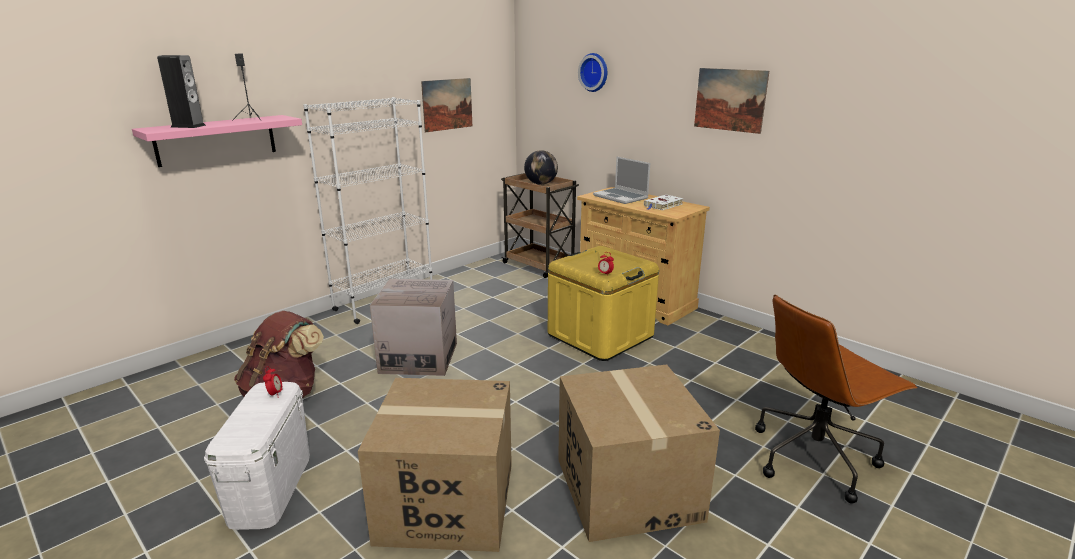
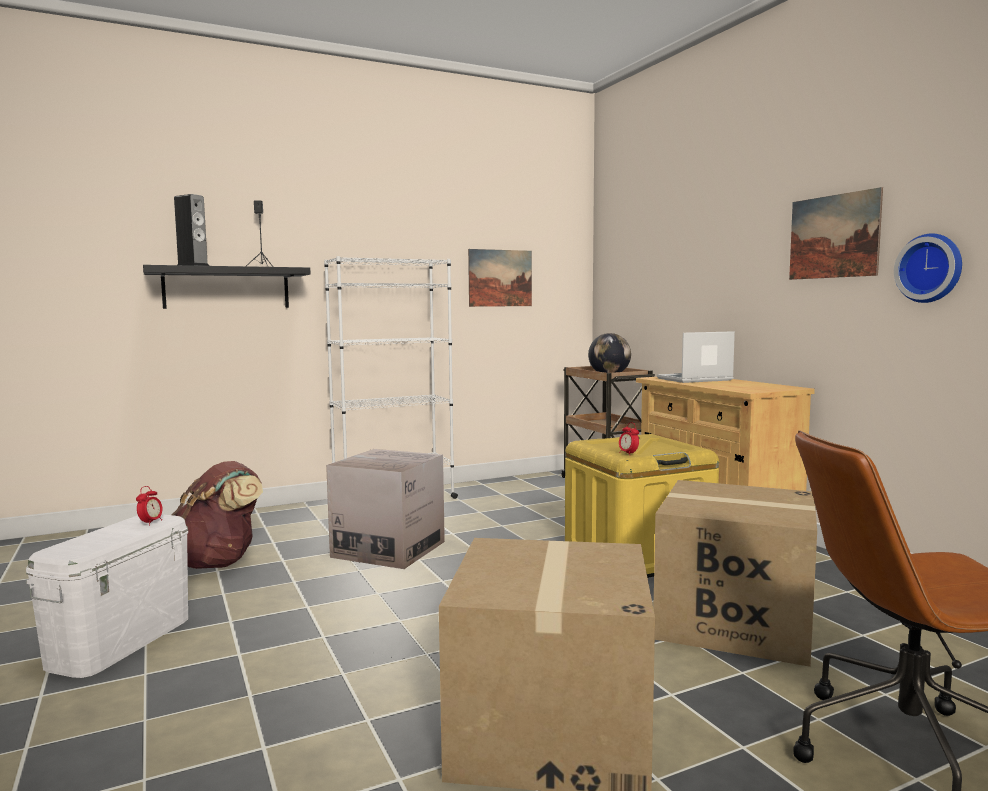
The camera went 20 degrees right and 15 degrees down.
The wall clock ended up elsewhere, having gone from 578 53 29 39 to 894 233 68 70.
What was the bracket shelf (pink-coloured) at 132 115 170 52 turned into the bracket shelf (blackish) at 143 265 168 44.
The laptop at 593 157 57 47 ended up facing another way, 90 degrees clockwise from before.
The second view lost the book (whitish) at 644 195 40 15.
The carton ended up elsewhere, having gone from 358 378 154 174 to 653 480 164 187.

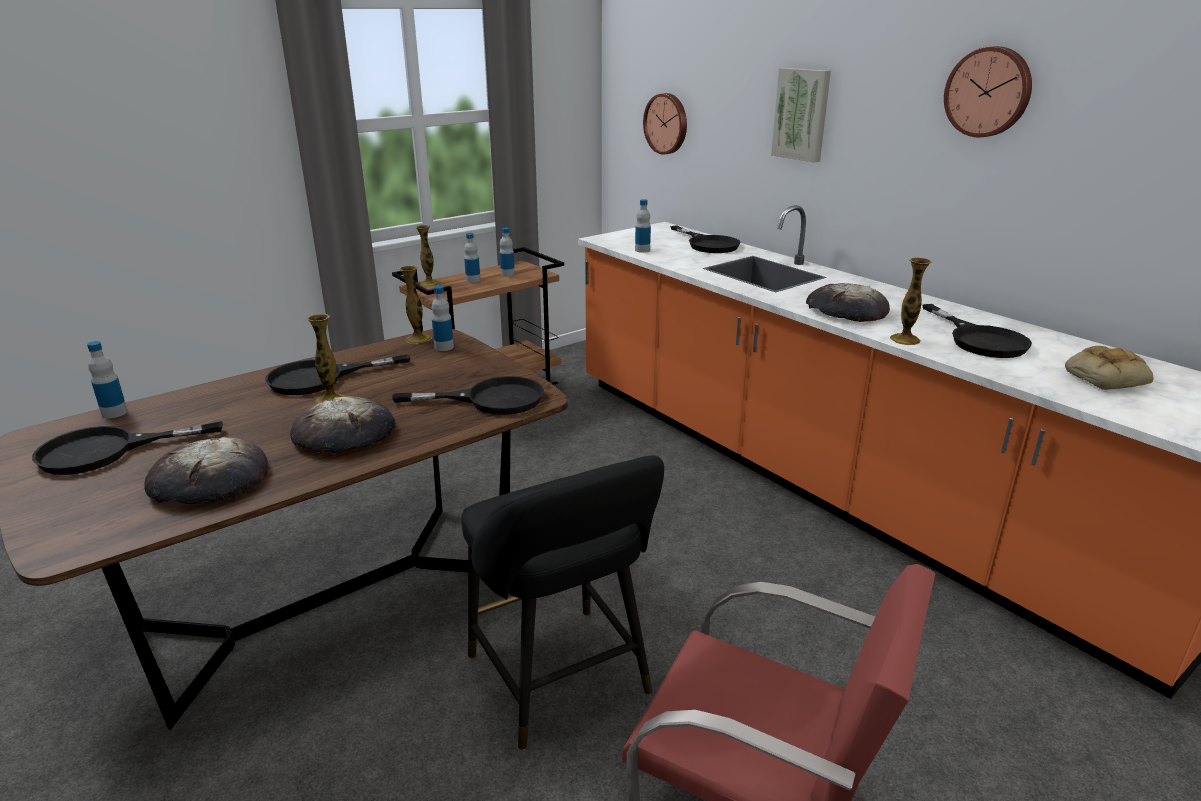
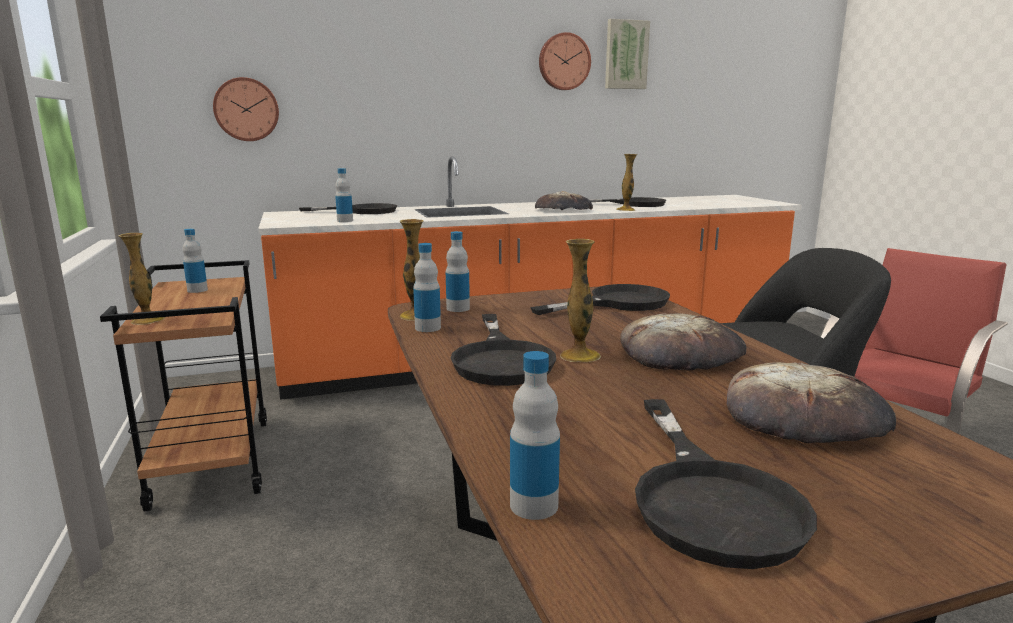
The camera went 70 degrees left and 10 degrees down.
The wall picture ended up elsewhere, having gone from 771 68 60 95 to 605 19 45 70.
The drink bottle ended up elsewhere, having gone from 464 233 16 50 to 413 243 28 89.
The second view lost the bakery bread at 1065 346 88 44.
The pan (blackish) at 392 376 152 39 ended up facing another way, 45 degrees clockwise from before.

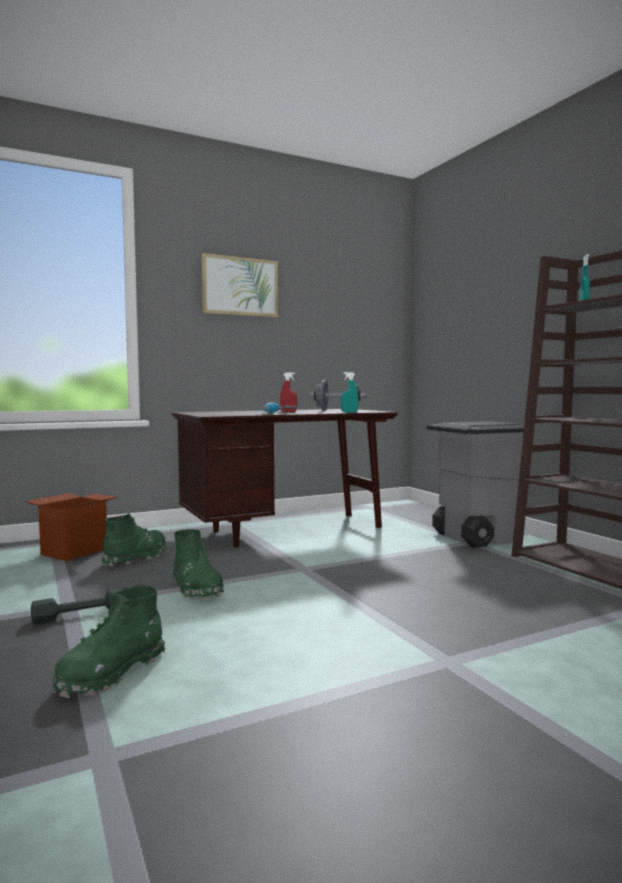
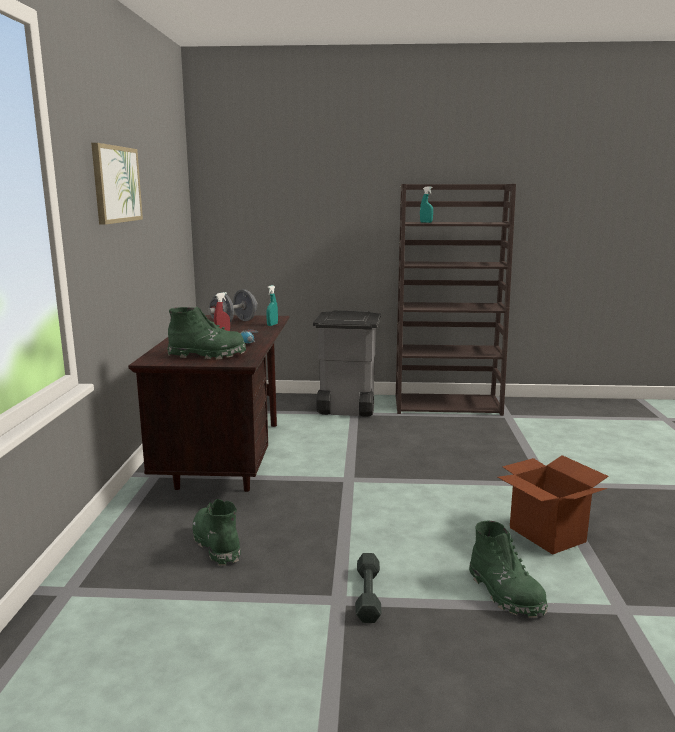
The camera went 60 degrees left and 10 degrees up.
The carton ended up elsewhere, having gone from 25 493 92 68 to 497 455 112 100.
The high-top boot (green-coloured) ended up elsewhere, having gone from 173 529 51 70 to 167 307 79 52.

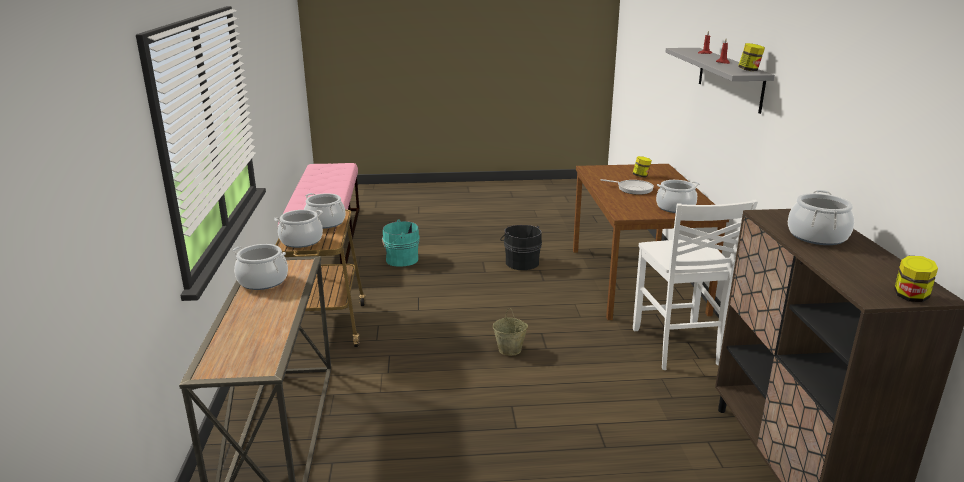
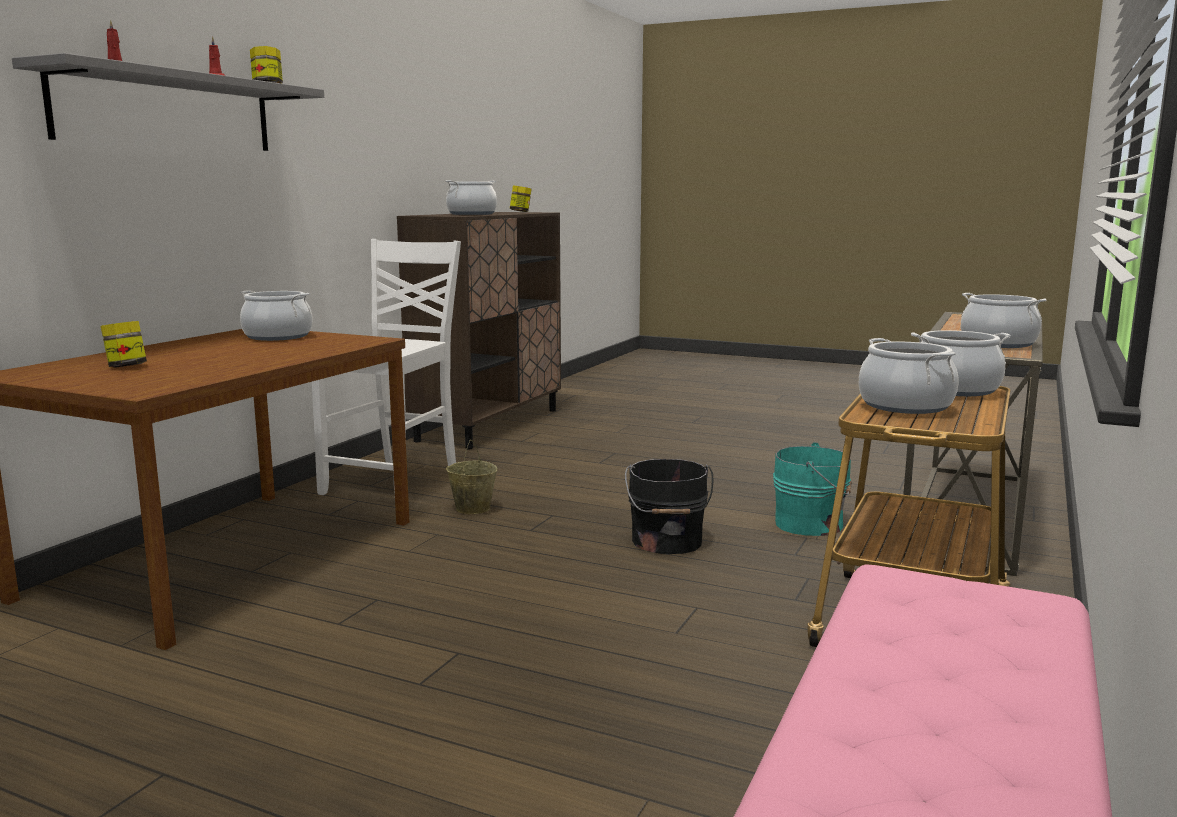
The camera went 150 degrees left and 10 degrees down.
The second view lost the pan at 601 179 53 16.
The water bucket (turquoise) ended up elsewhere, having gone from 382 219 38 48 to 773 442 79 94.
The water bucket (blackish) ended up elsewhere, having gone from 501 225 41 45 to 625 459 89 95.
The water bucket (beige-coloured) ended up elsewhere, having gone from 493 308 35 48 to 446 439 51 75.

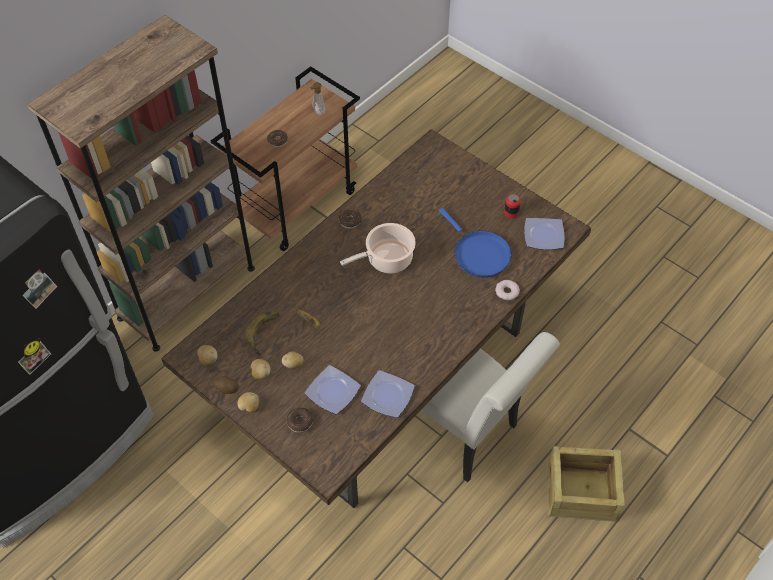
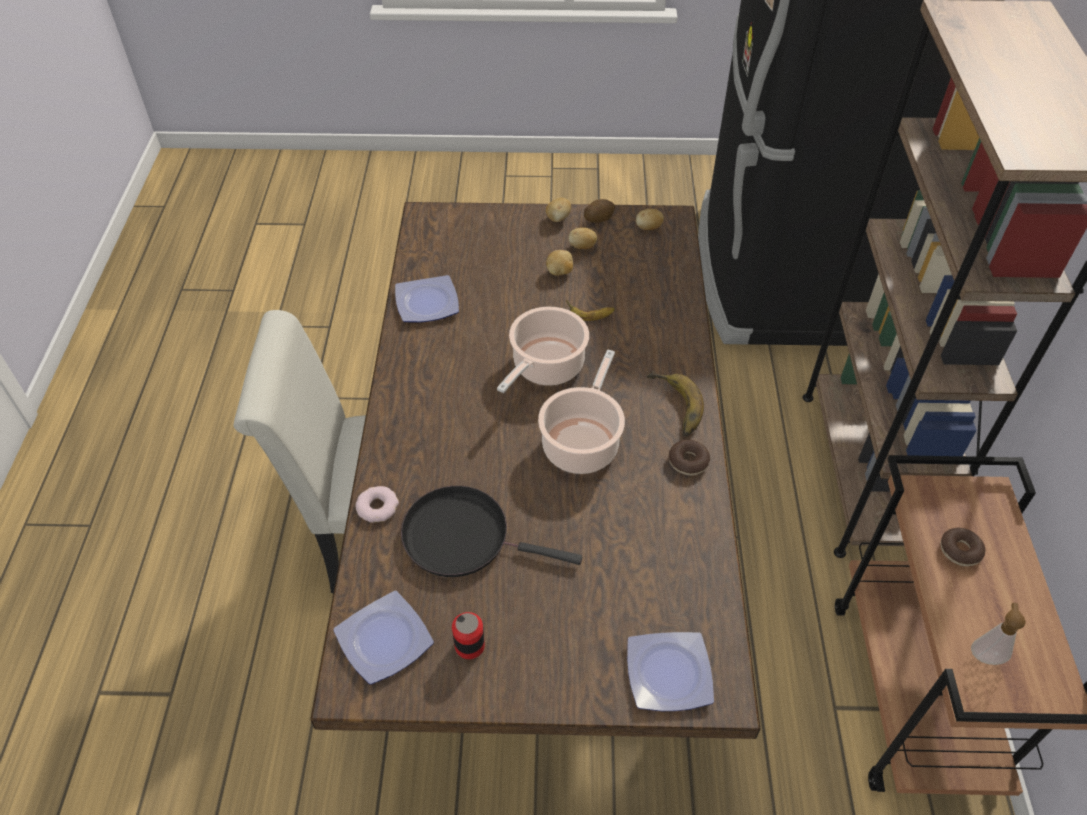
The camera went 140 degrees right and 5 degrees down.
What was the pan (bluish) at 439 208 73 70 turned into the pan (blackish) at 401 486 181 91.
The banana ended up elsewhere, having gone from 244 311 35 44 to 646 371 58 66.
The dinner plate ended up elsewhere, having gone from 305 365 56 49 to 627 632 87 79.
The second view lost the doughnut at 286 408 27 24.
The second view lost the shipping crate at 548 446 76 76.
The second view gained the cooking pot at 497 306 92 87.

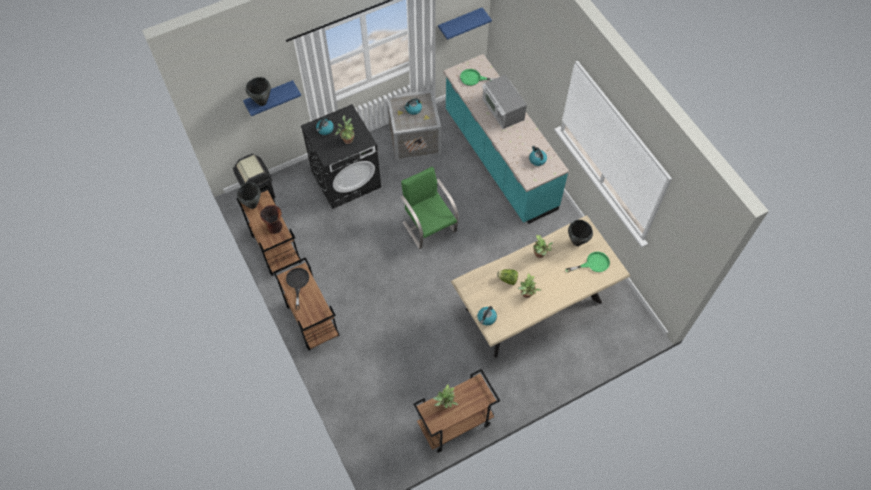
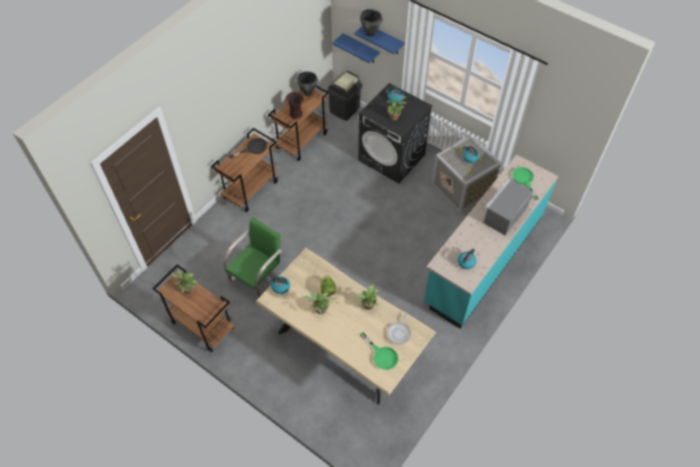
The camera went 65 degrees right and 5 degrees down.
The bracket shelf (bluish) ended up elsewhere, having gone from 438 7 54 33 to 332 33 48 30.
The chair (green-coloured) ended up elsewhere, having gone from 401 167 58 82 to 223 217 59 80.
Where the cooking pot (blackish) stood at 568 220 25 26, the pan came to stand at 387 312 24 32.

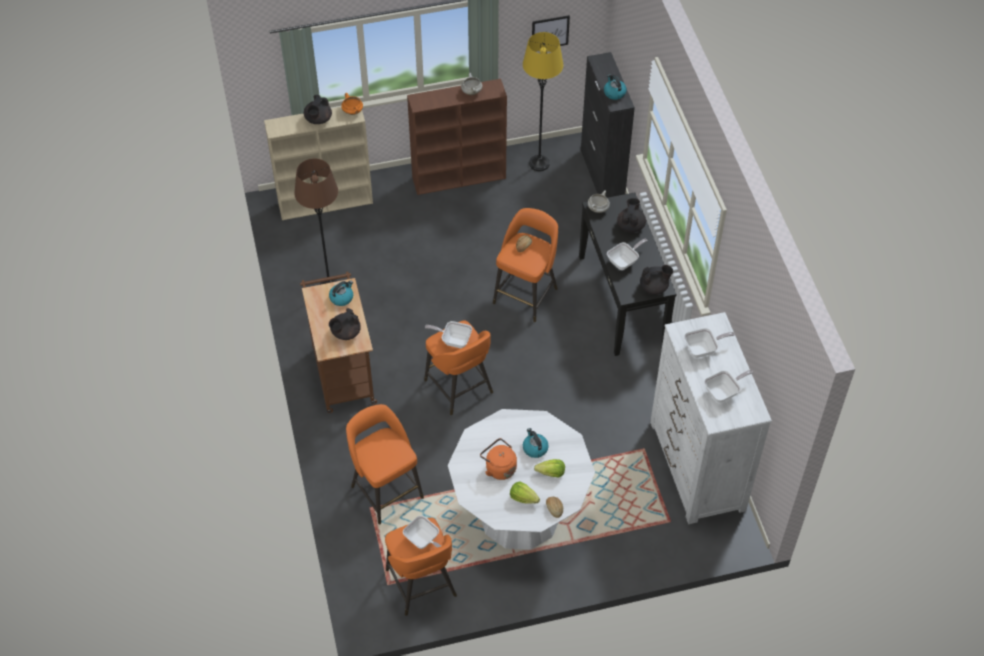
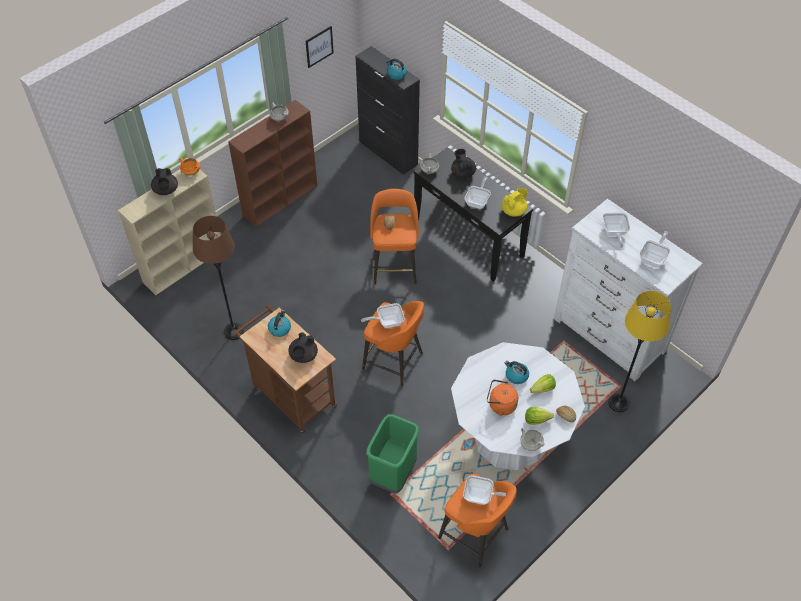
The camera went 30 degrees left and 0 degrees up.
The floor lamp (yellowish) ended up elsewhere, having gone from 523 32 40 139 to 608 291 63 121.
What was the tea pot (blackish) at 640 265 33 30 turned into the tea pot (yellowish) at 502 188 26 29.
The pan at 684 328 51 30 ended up facing another way, 135 degrees clockwise from before.
Where the stool seat (orangey) stood at 346 404 78 120, the waste bin (green-coloured) came to stand at 366 414 53 79.
The second view gained the cooking pot (whitish) at 520 427 25 24.

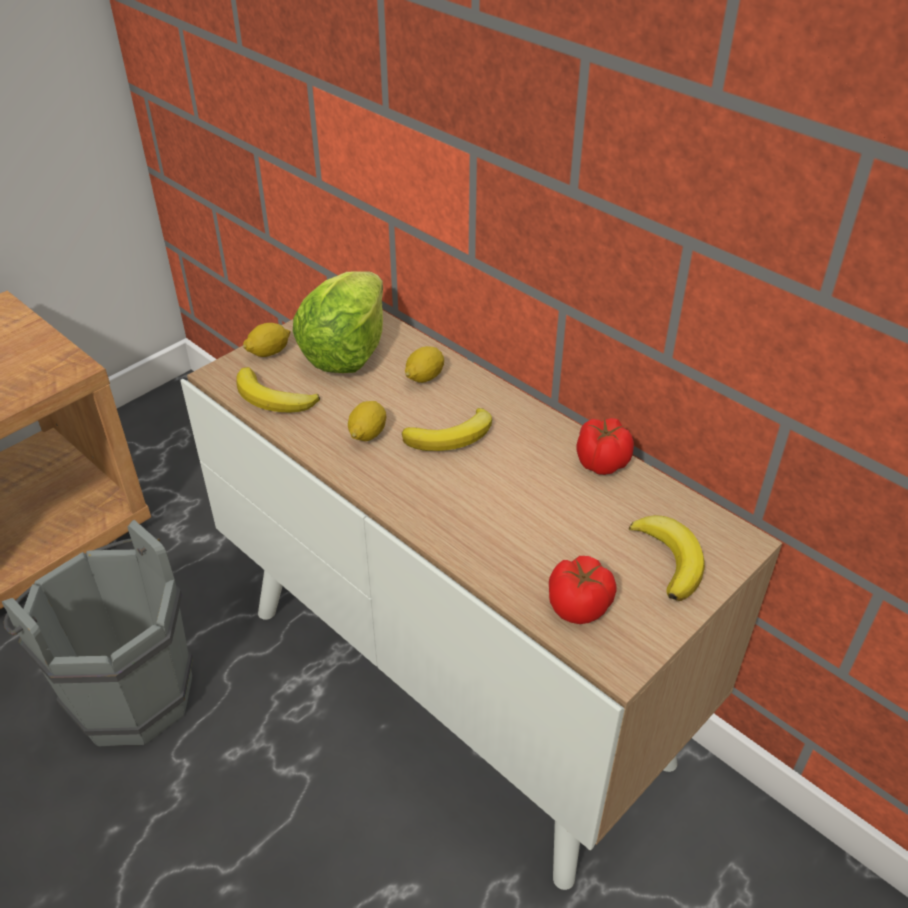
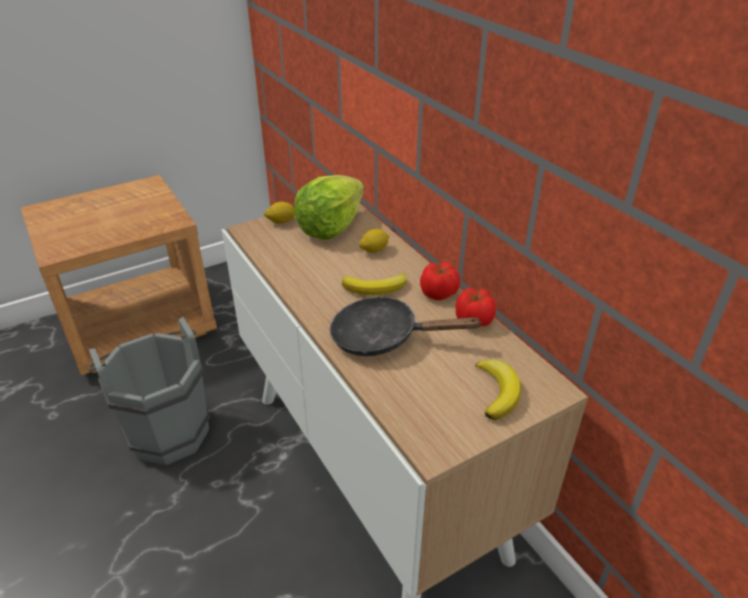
The camera went 15 degrees right and 5 degrees down.
The second view lost the banana at 236 367 84 45.
The second view lost the whole lemon at 348 401 39 40.
The fresh tomato ended up elsewhere, having gone from 549 556 67 68 to 420 262 40 38.
The second view gained the pan (blackish) at 330 296 152 60.

